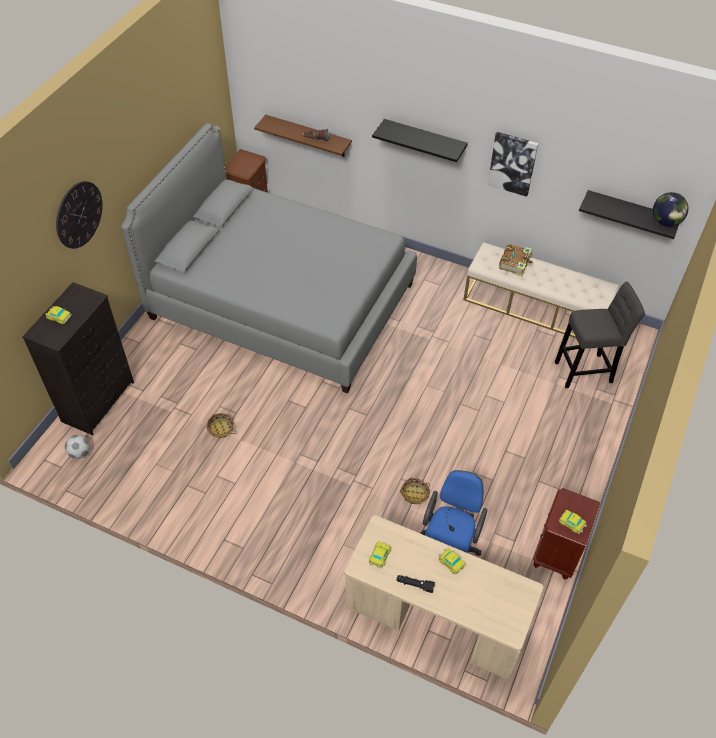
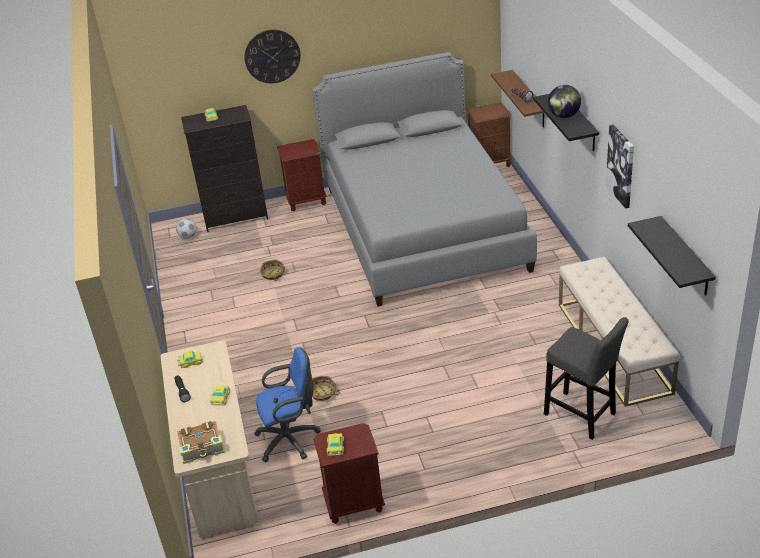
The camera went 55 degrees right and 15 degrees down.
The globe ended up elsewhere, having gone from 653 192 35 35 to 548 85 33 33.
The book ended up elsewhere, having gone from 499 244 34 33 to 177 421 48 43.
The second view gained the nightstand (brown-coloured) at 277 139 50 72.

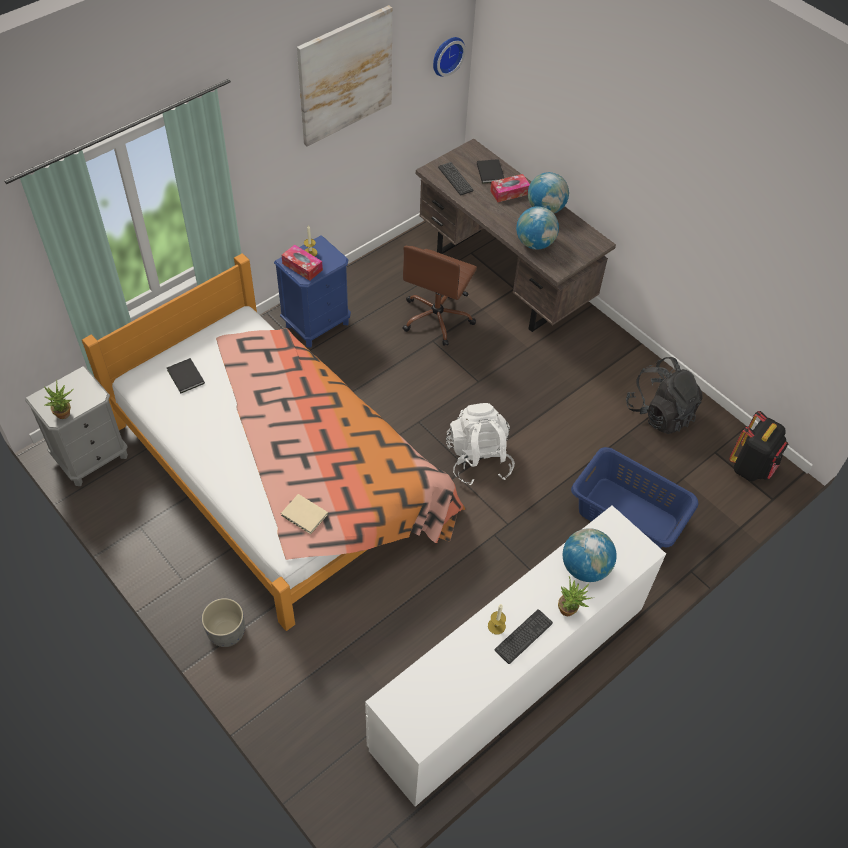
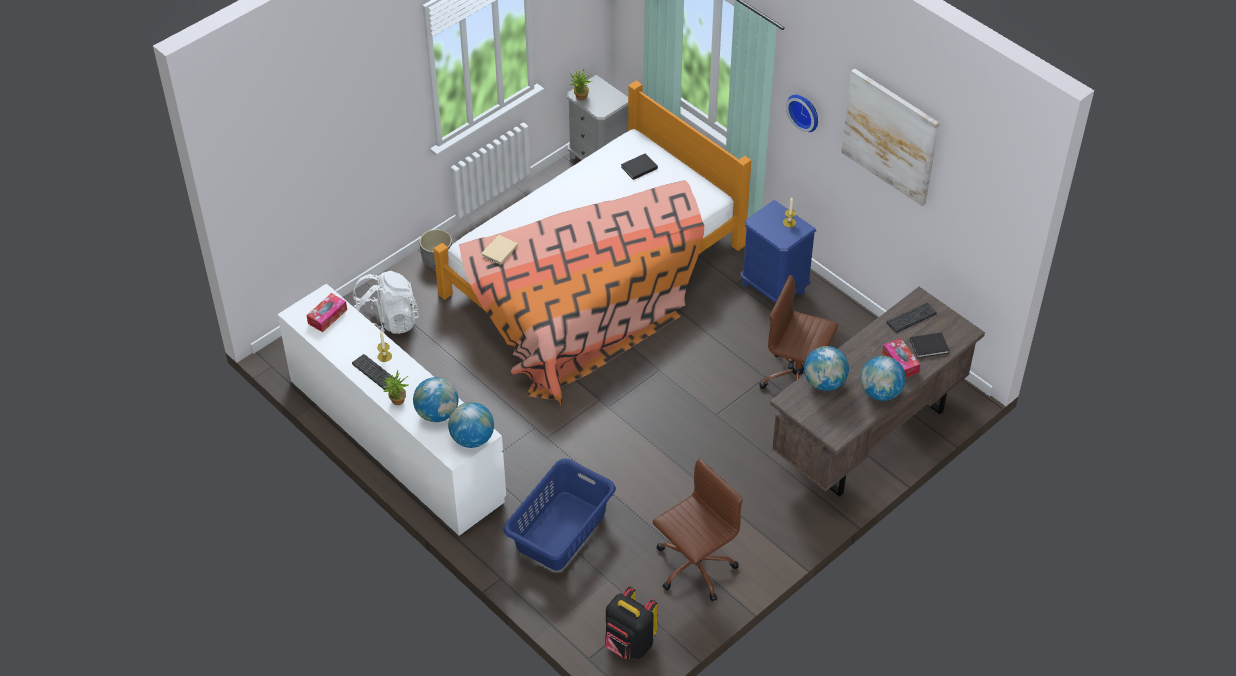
The camera went 90 degrees right and 5 degrees down.
The wall clock ended up elsewhere, having gone from 433 37 33 40 to 786 94 32 38.
The tissue box ended up elsewhere, having gone from 282 245 41 36 to 306 293 41 39.
Where the backpack (blackish) stood at 626 357 77 77, the desk chair (brown-coloured) came to stand at 653 458 90 143.
The backpack (whitish) ended up elsewhere, having gone from 446 403 69 82 to 353 271 66 63.
The second view gained the globe at 448 402 46 46.

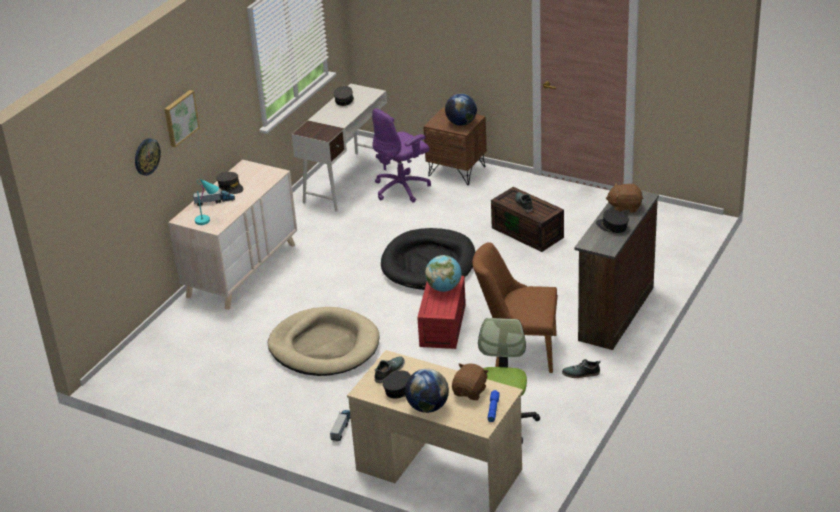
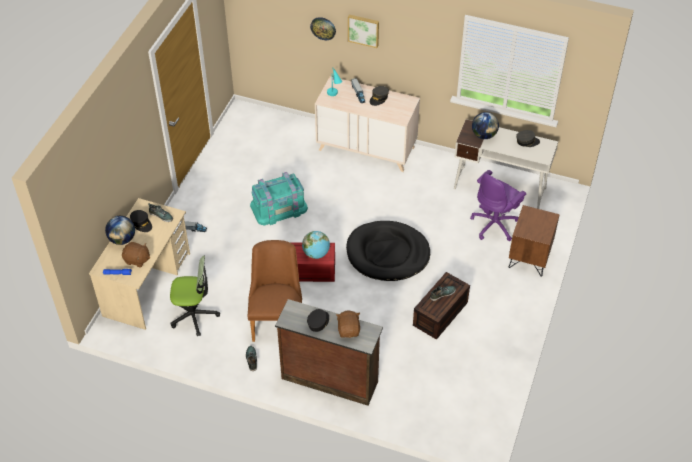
The camera went 80 degrees right and 15 degrees up.
The globe ended up elsewhere, having gone from 445 93 32 32 to 472 112 27 27.
The desk chair (purple-coloured) at 372 108 59 94 ended up facing another way, 90 degrees counterclockwise from before.
Where the dog cushion (beige-coloured) stood at 268 307 111 69, the storage box (turquoise) came to stand at 250 172 58 54.

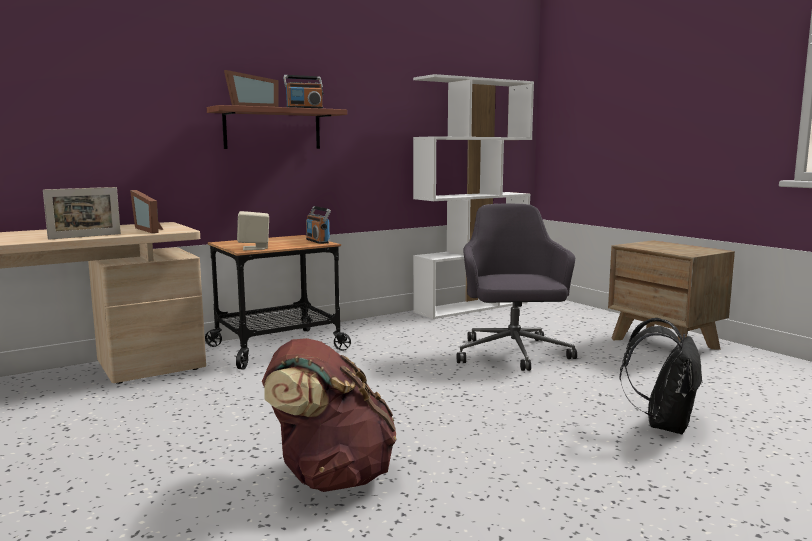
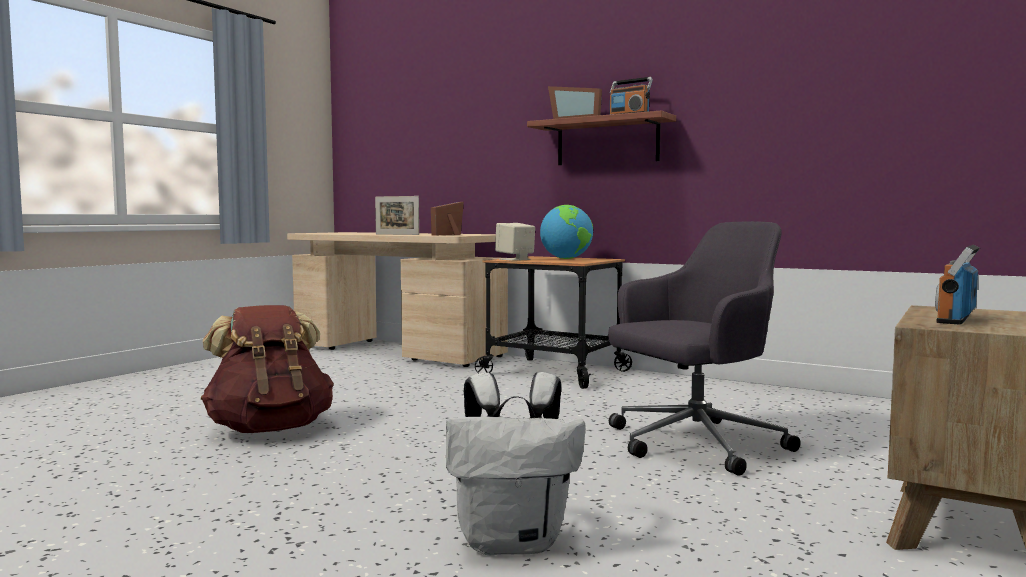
The camera went 65 degrees right and 5 degrees down.
The second view lost the shelving unit (whitish) at 413 74 121 245.
The radio receiver ended up elsewhere, having gone from 306 206 25 38 to 935 245 45 80.
What was the backpack (blackish) at 620 318 83 116 turned into the backpack (whitish) at 446 372 140 183.
The second view gained the globe at 540 205 53 54.

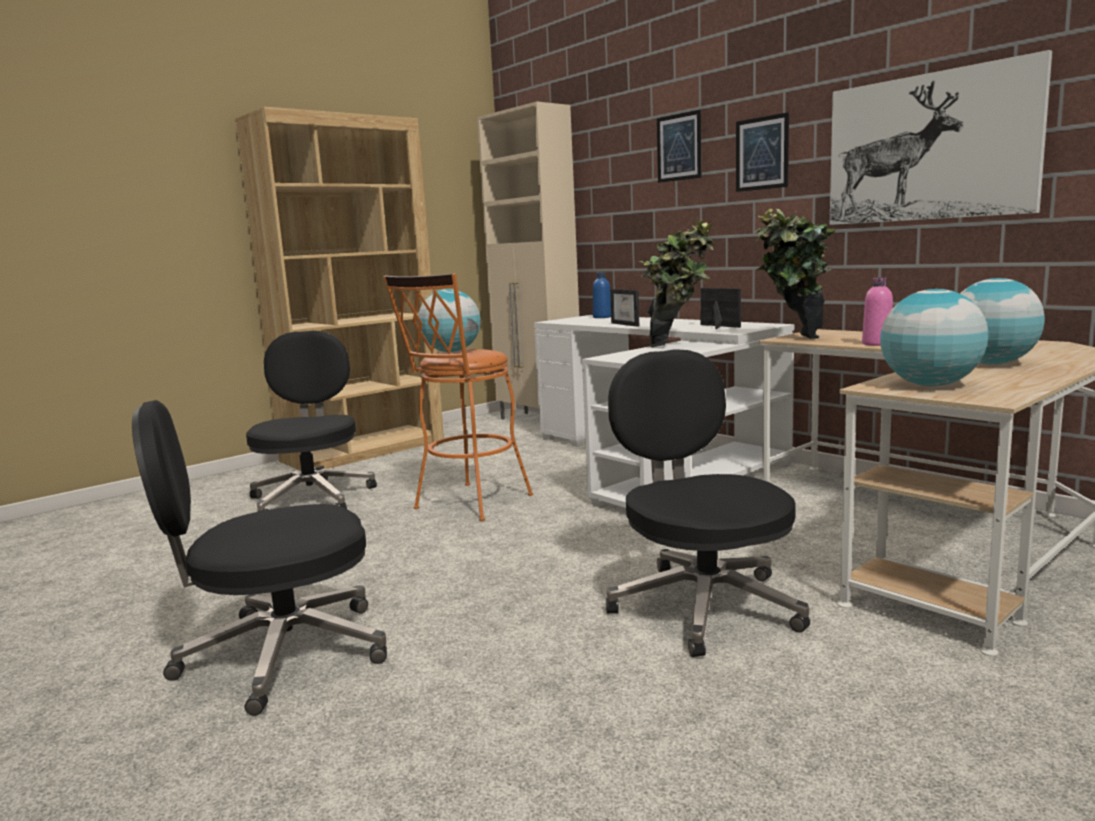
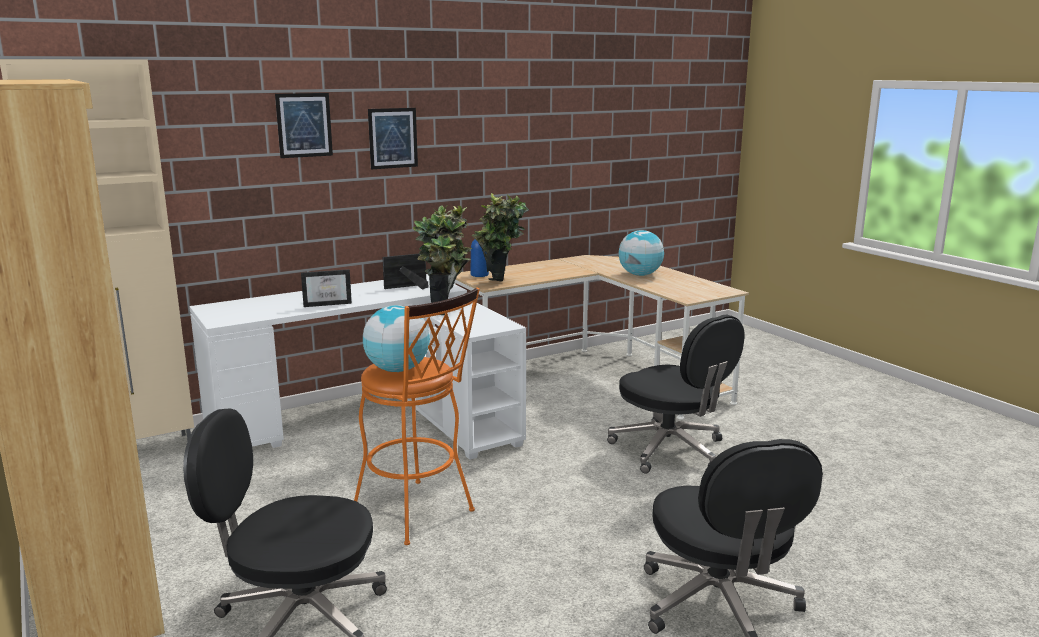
The camera went 80 degrees left and 5 degrees up.
The second view lost the wall picture at 829 50 223 175.
The drink bottle (bluish) ended up elsewhere, having gone from 593 272 18 46 to 470 233 19 44.
The second view lost the drink bottle (pink-coloured) at 862 277 31 69.
The second view lost the globe at 880 289 108 97.
The desk chair (blackish) at 606 349 204 308 ended up facing another way, 120 degrees counterclockwise from before.

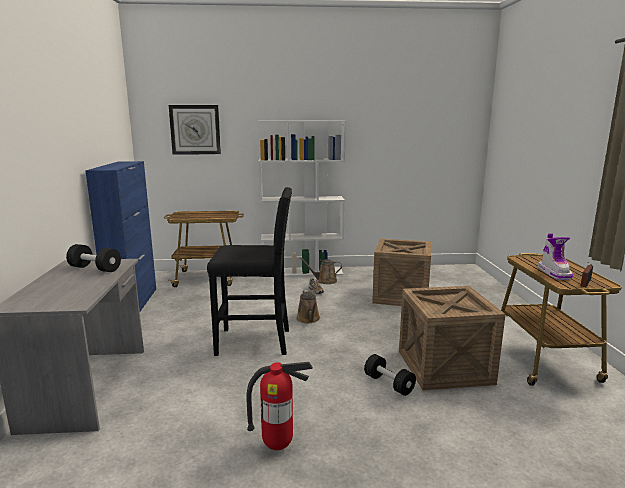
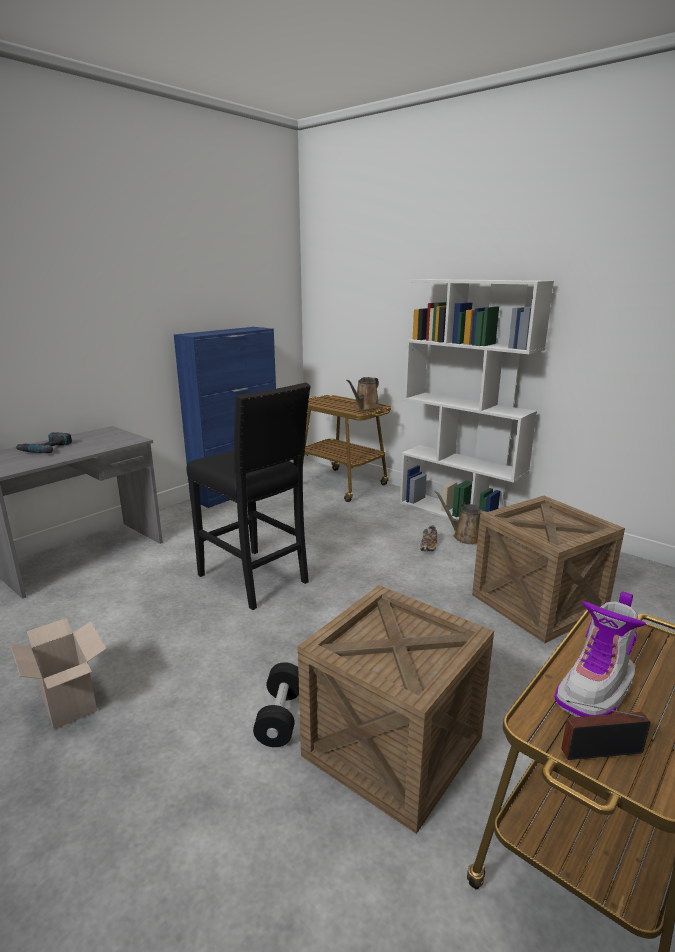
The camera went 45 degrees right and 5 degrees up.
The second view lost the wall clock at 169 105 52 50.
The second view lost the hand weight (blackish) at 66 244 55 28.
The sprinkling can (brown-coloured) ended up elsewhere, having gone from 297 290 23 33 to 346 377 34 34.
Where the extinguisher stood at 246 362 67 88, the carton came to stand at 10 618 96 112.
The second view gained the electric drill at 15 432 57 21.

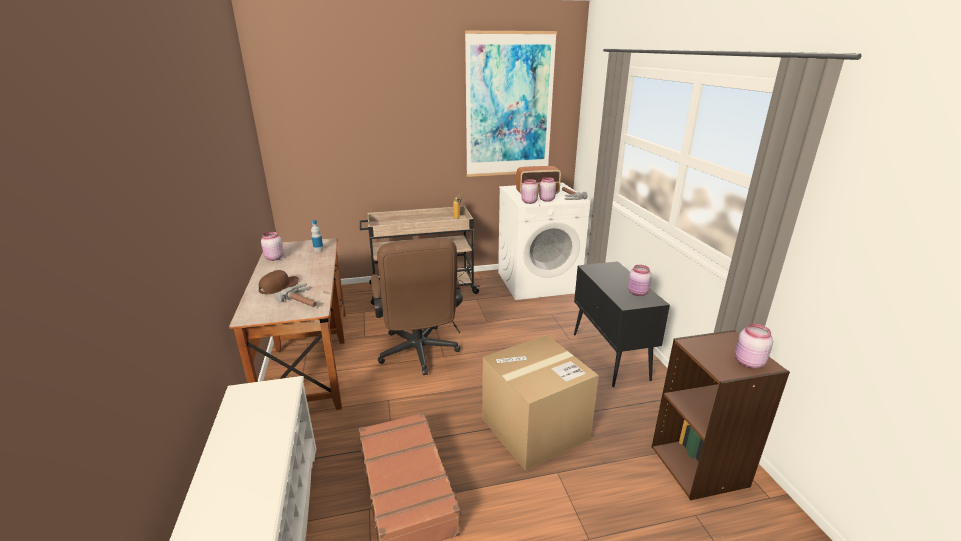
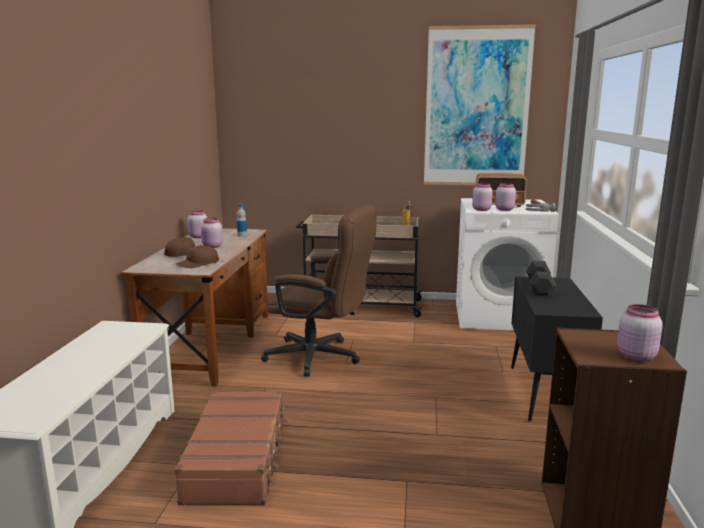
The camera went 20 degrees right and 10 degrees down.
The desk chair (brown-coloured) at 371 238 92 137 ended up facing another way, 75 degrees counterclockwise from before.
The storage jar (pink-coloured) ended up elsewhere, having gone from 628 265 24 31 to 201 218 22 30.
Where the hand hammer stood at 275 283 42 24, the peaked cap (brown-coloured) came to stand at 176 245 43 23.
The second view lost the carton at 482 335 117 136.
The second view gained the hand weight (blackish) at 526 261 30 35.

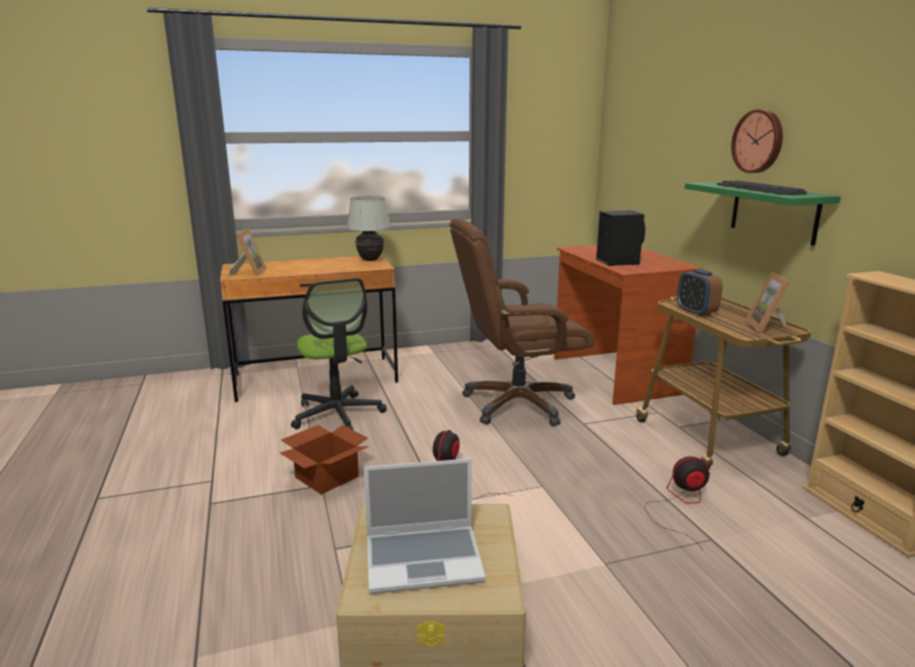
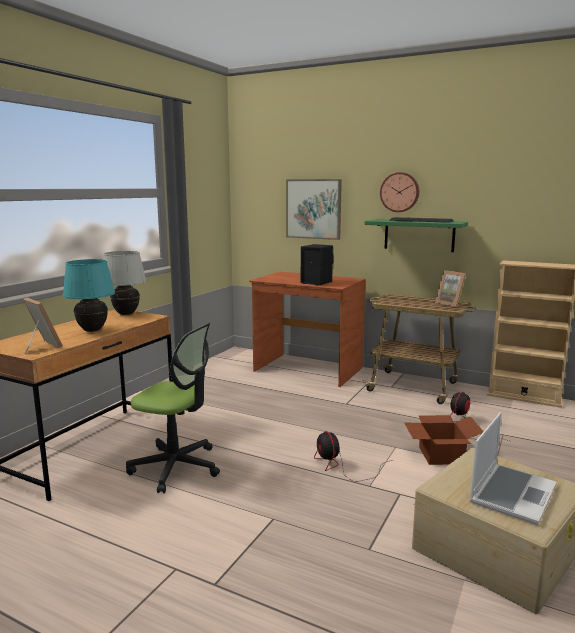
The camera went 45 degrees left and 5 degrees down.
The second view lost the desk chair (brown-coloured) at 450 218 144 208.
The second view lost the table clock at 677 269 46 47.
The carton ended up elsewhere, having gone from 280 425 89 70 to 404 415 80 50.
The second view gained the wall picture at 286 179 56 61.
The second view gained the lamp for a table (turquoise) at 63 259 52 73.

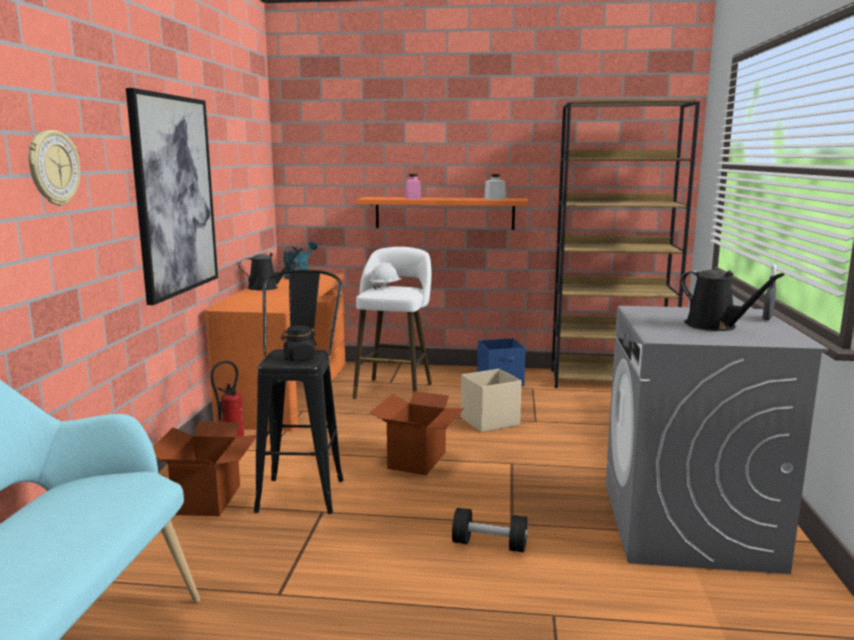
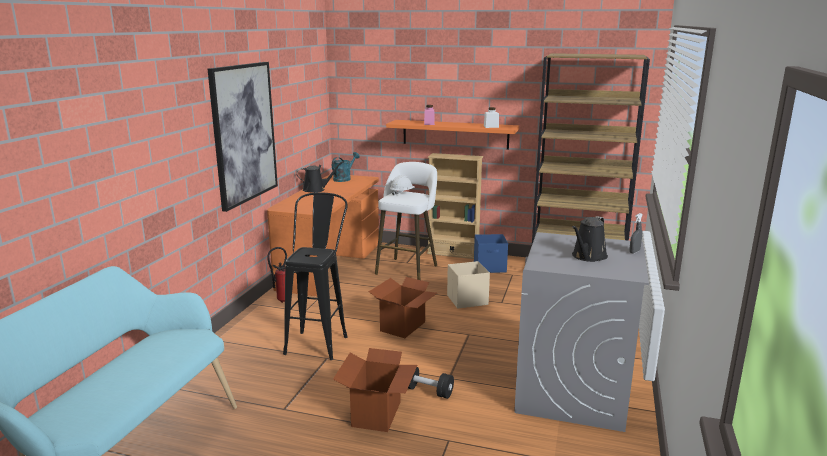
The camera went 10 degrees right and 5 degrees up.
The second view lost the wall clock at 28 130 52 76.
The sprinkling can (blackish) at 680 270 104 61 ended up facing another way, 60 degrees clockwise from before.
The second view lost the storage jar (blackish) at 280 325 37 36.
The carton ended up elsewhere, having gone from 153 421 103 95 to 333 348 84 84.
The second view gained the shelving unit (beige-coloured) at 427 153 56 106.

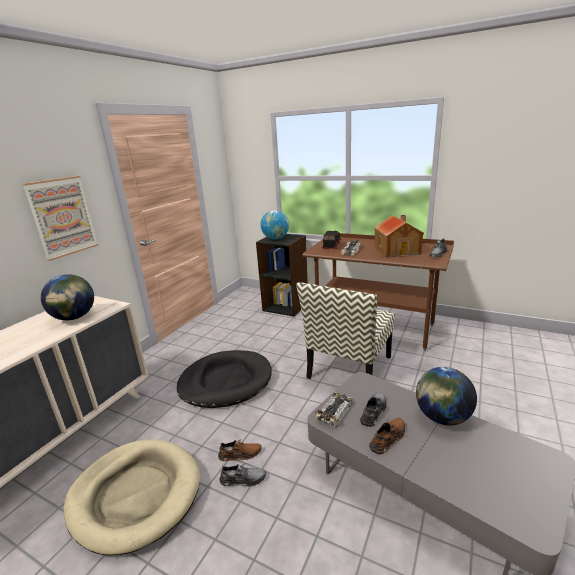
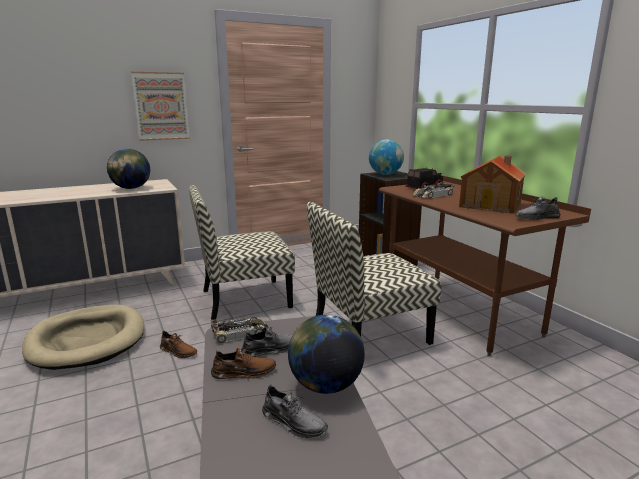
The camera went 35 degrees right and 5 degrees down.
Where the dog cushion (blackish) stood at 177 350 95 58, the chair came to stand at 189 185 106 135.
The item of footwear (greyish) ended up elsewhere, having gone from 220 463 46 24 to 262 384 66 54.

